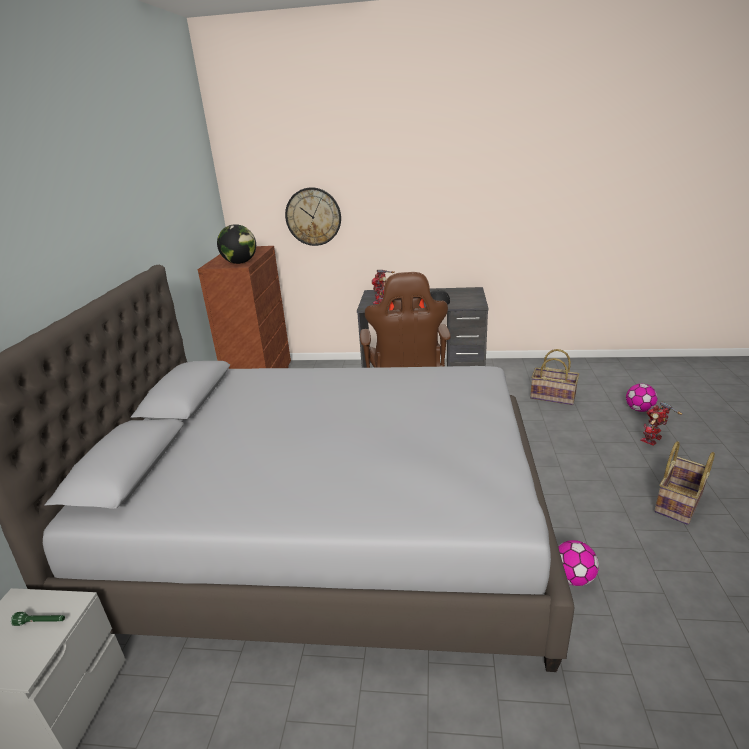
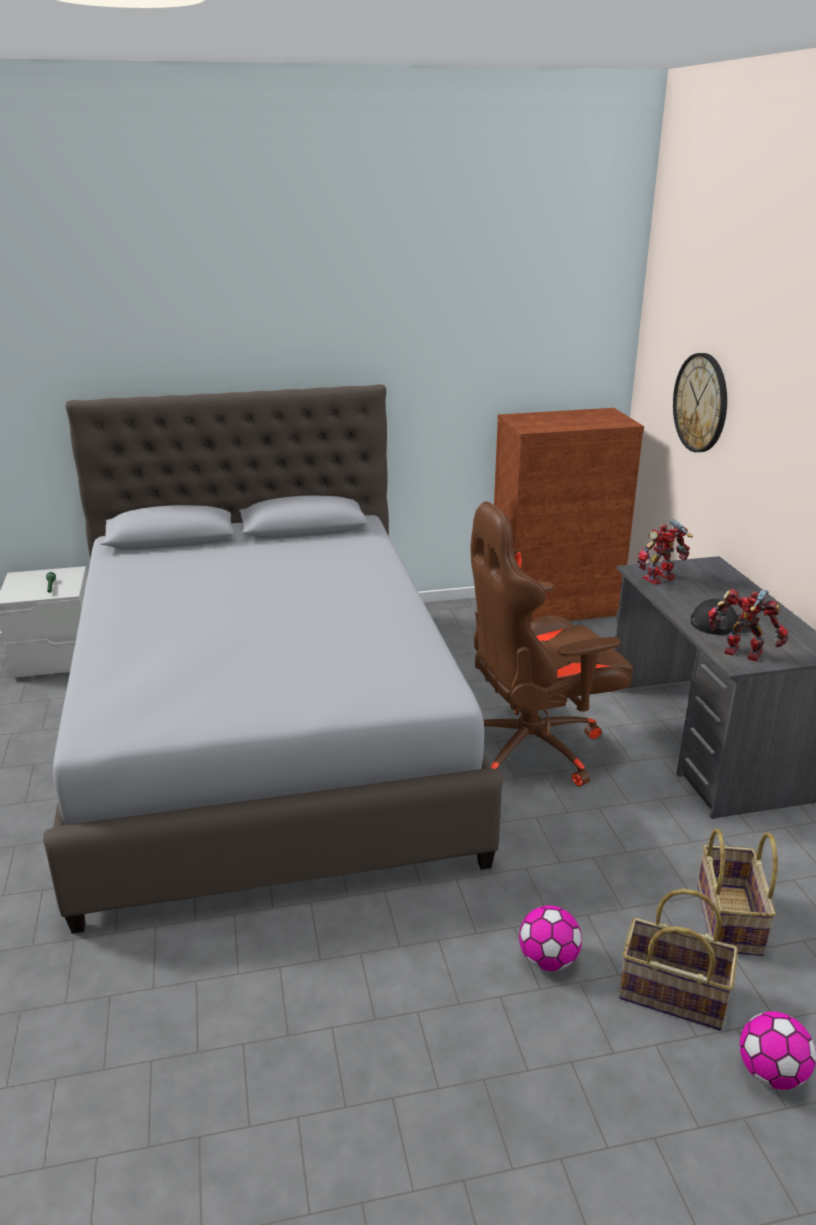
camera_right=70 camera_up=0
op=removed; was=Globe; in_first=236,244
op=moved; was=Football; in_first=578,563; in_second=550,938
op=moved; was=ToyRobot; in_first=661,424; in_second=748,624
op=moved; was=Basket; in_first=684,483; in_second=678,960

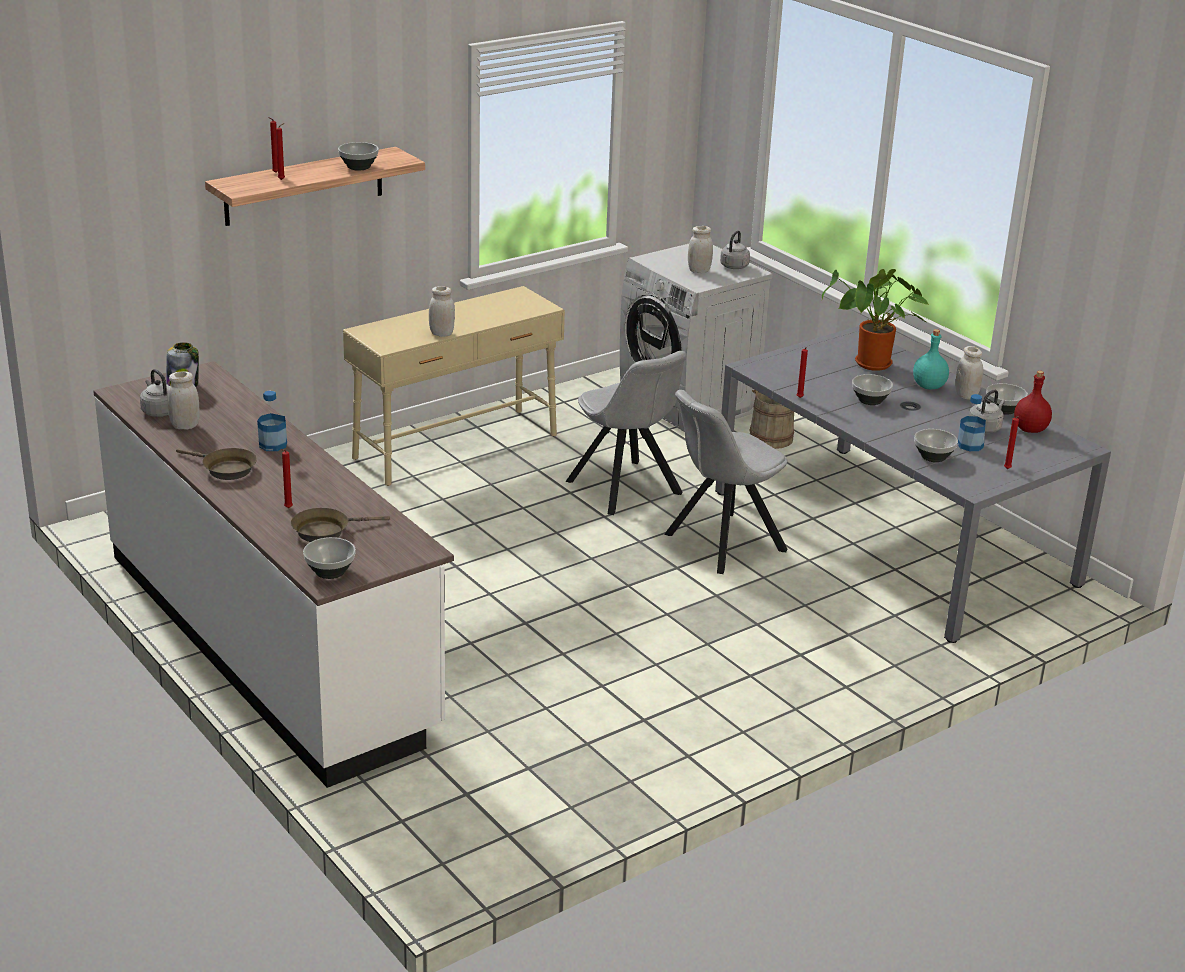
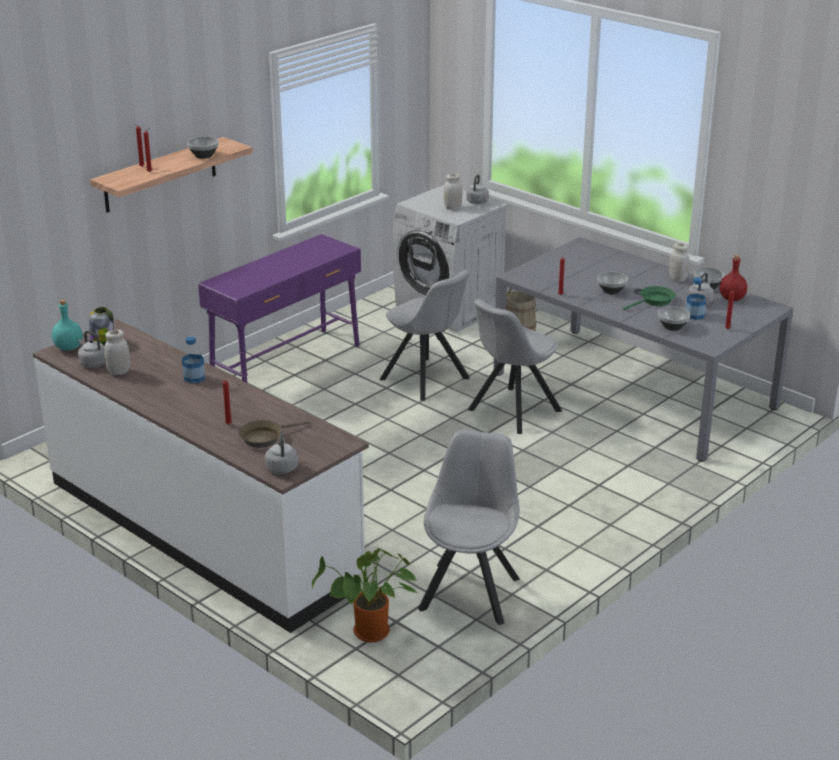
camera_right=-10 camera_up=0
op=removed; was=BrownFryingPan; in_first=216,464
op=removed; was=WhiteJar; in_first=442,311
op=added; now=GreyChair; in_second=469,527
op=added; now=GreenFryingPan; in_second=649,298
op=moved; was=PottedPlant; in_first=875,320; in_second=365,594
op=moved; was=TurquoiseBottle; in_first=931,359; in_second=67,325
op=replaced; was=Bowl; now=GreyKettle; in_first=329,558; in_second=281,452
op=recoloured; was=BeigeConsoleTable; now=PurpleConsoleTable; in_first=454,386; in_second=279,308

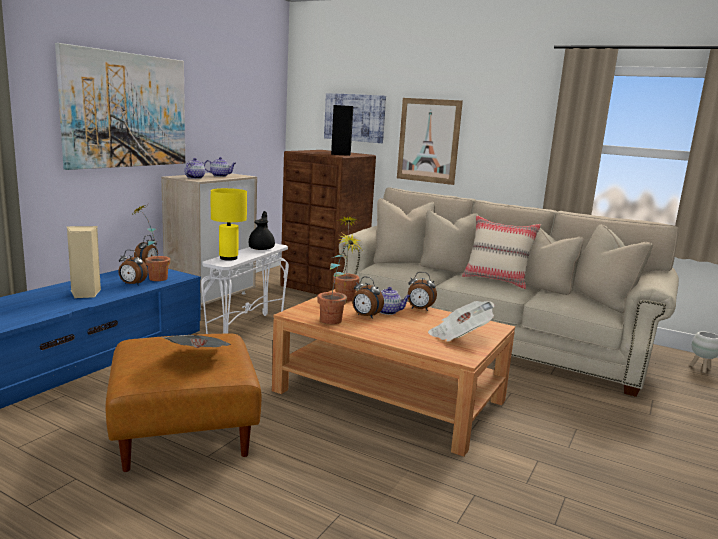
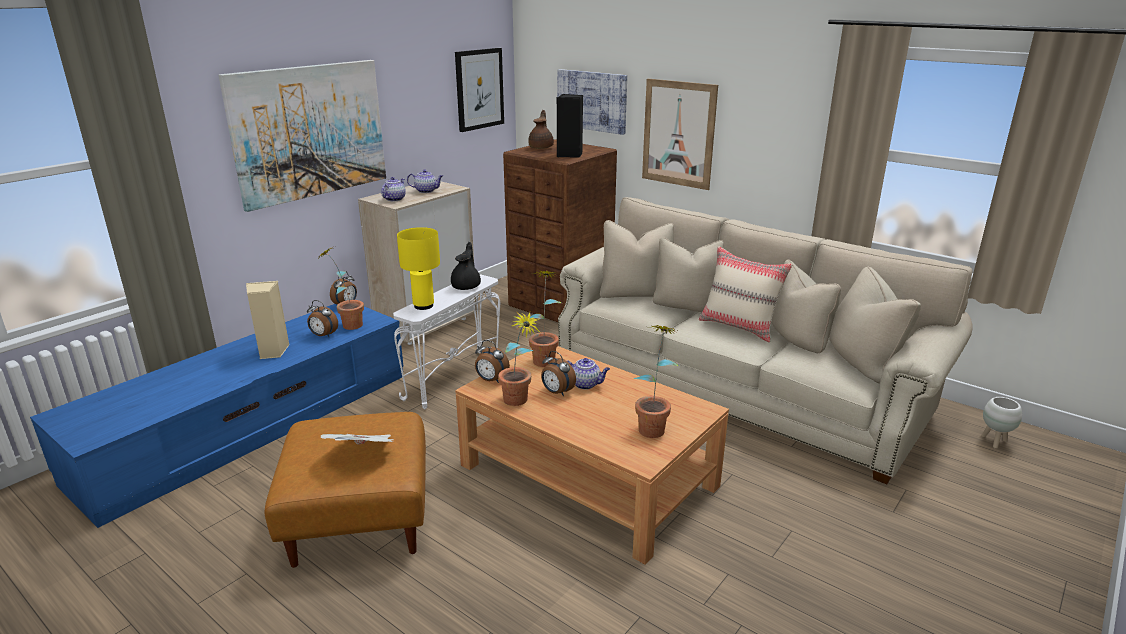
camera_right=10 camera_up=10
op=added; now=Picture; in_second=479,90
op=added; now=BrownTeapot; in_second=541,129
op=moved; was=AlarmClock; in_first=422,291; in_second=492,361
op=replaced; was=Newspaper; now=PottedPlant; in_first=462,321; in_second=656,381

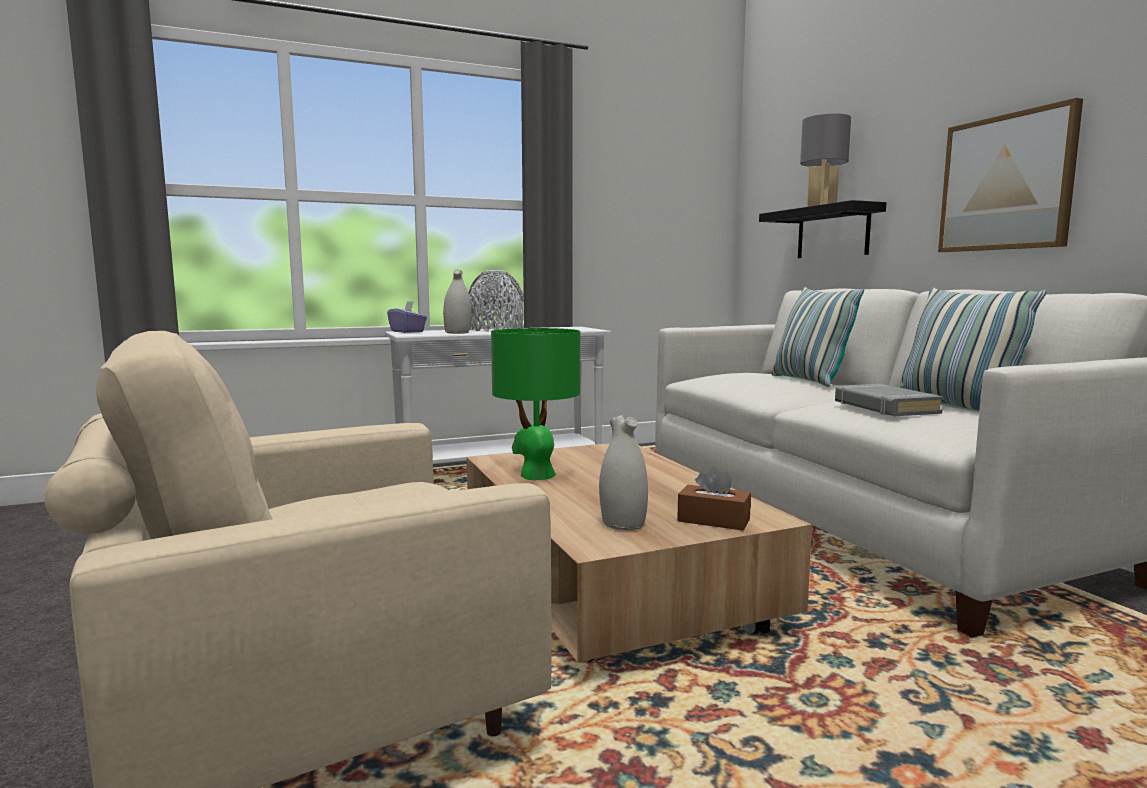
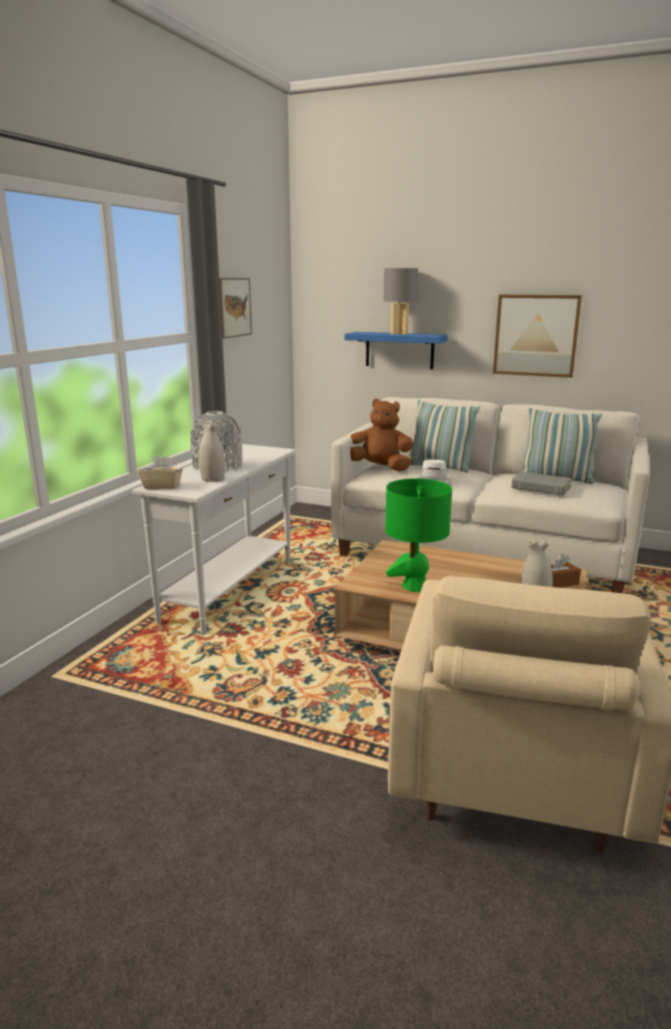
camera_right=-45 camera_up=10
op=added; now=Picture; in_second=235,308
op=added; now=BrownPlushToy; in_second=381,435
op=added; now=WhiteHat; in_second=433,470
op=recoloured; was=PurpleTissueBox; now=BeigeTissueBox; in_first=407,317; in_second=160,472
op=recoloured; was=BlackShelf; now=BlueShelf; in_first=822,229; in_second=395,350

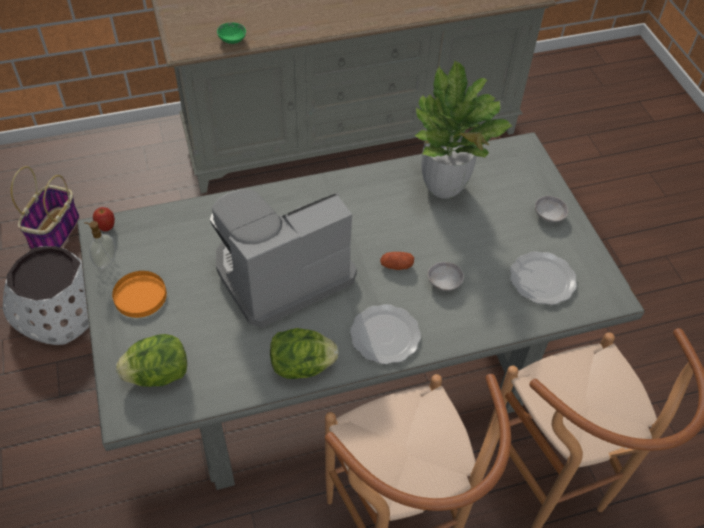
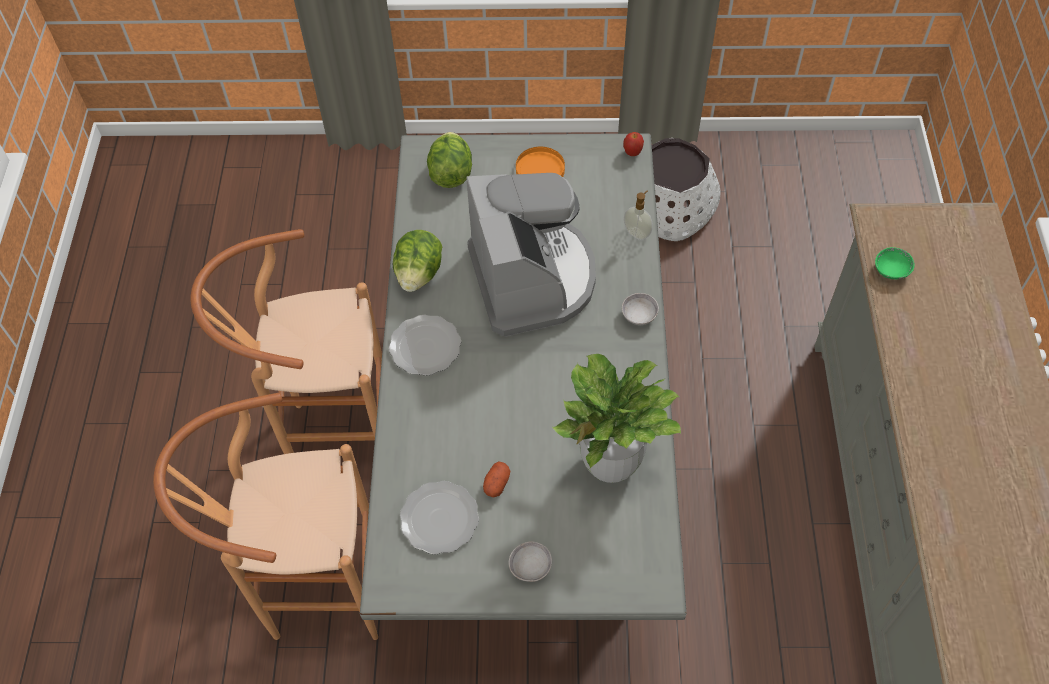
camera_right=110 camera_up=5
op=removed; was=Basket; in_first=45,208
op=moved; was=SoapDispenser; in_first=100,245; in_second=638,215
op=moved; was=Potato; in_first=397,261; in_second=496,480
op=moved; was=GreyBowl; in_first=445,276; in_second=640,309

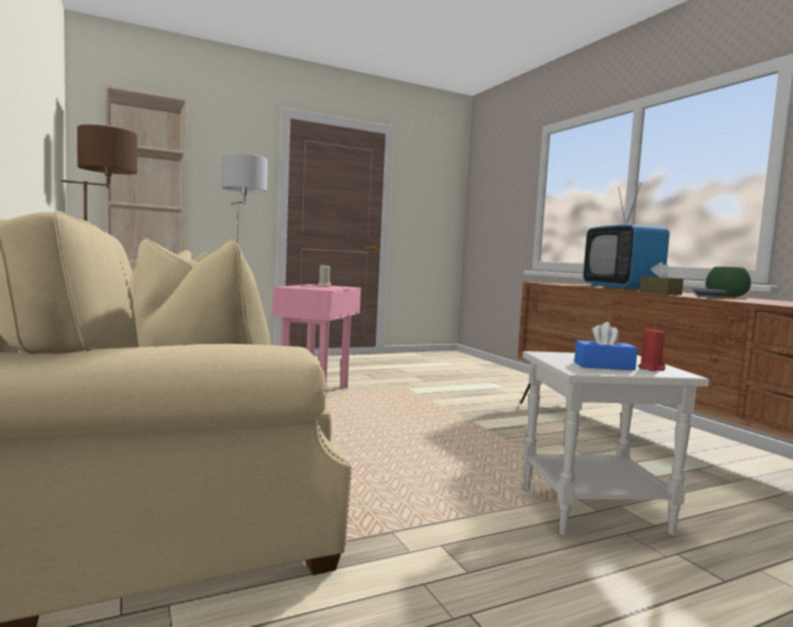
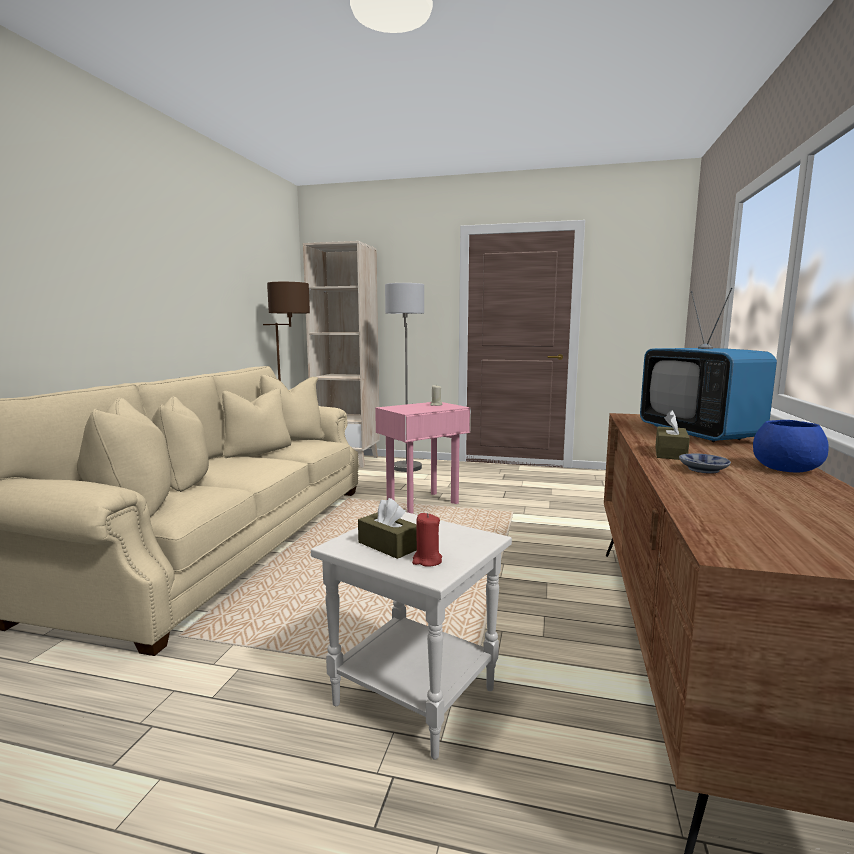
camera_right=40 camera_up=5
op=recoloured; was=BlueTissueBox; now=BrownTissueBox; in_first=606,346; in_second=387,528
op=recoloured; was=GreenBowl; now=BlueBowl; in_first=728,282; in_second=791,446
op=turned; was=Television; in_first=626,236; in_second=708,365; clockwise=-45

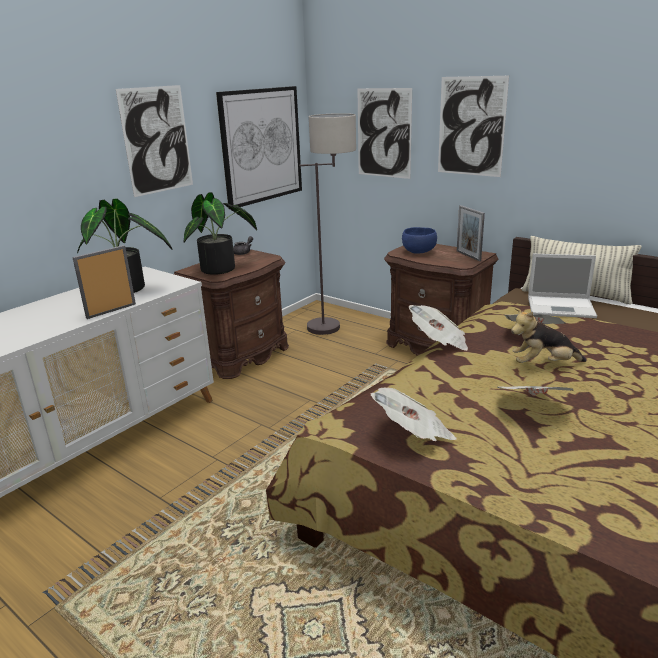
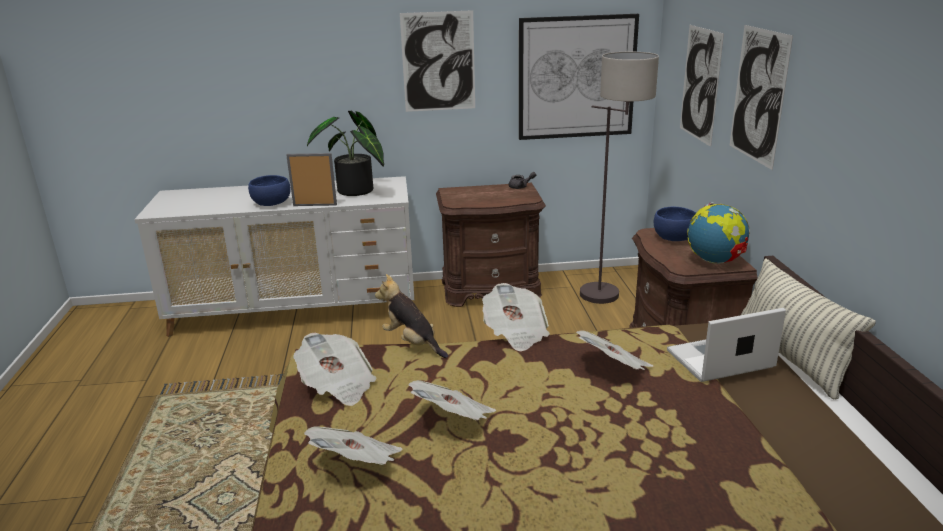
camera_right=45 camera_up=0
op=removed; was=PottedPlant; in_first=220,233
op=added; now=BlueBowl; in_second=269,190
op=added; now=Newspaper; in_second=353,445
op=moved; was=PlushToy; in_first=549,335; in_second=411,316
op=replaced; was=PictureFrame; now=Globe; in_first=471,233; in_second=718,233
op=turned; was=Laptop; in_first=562,286; in_second=726,345; clockwise=105

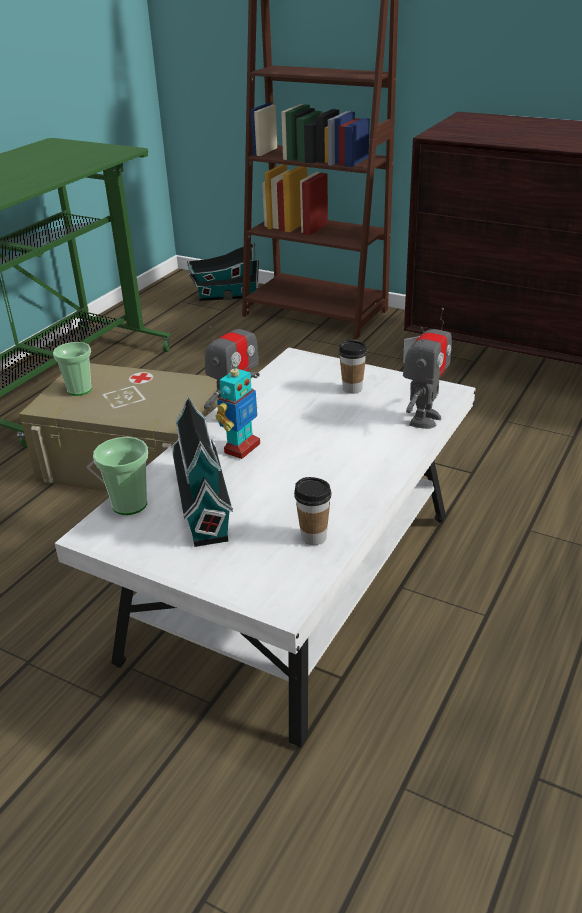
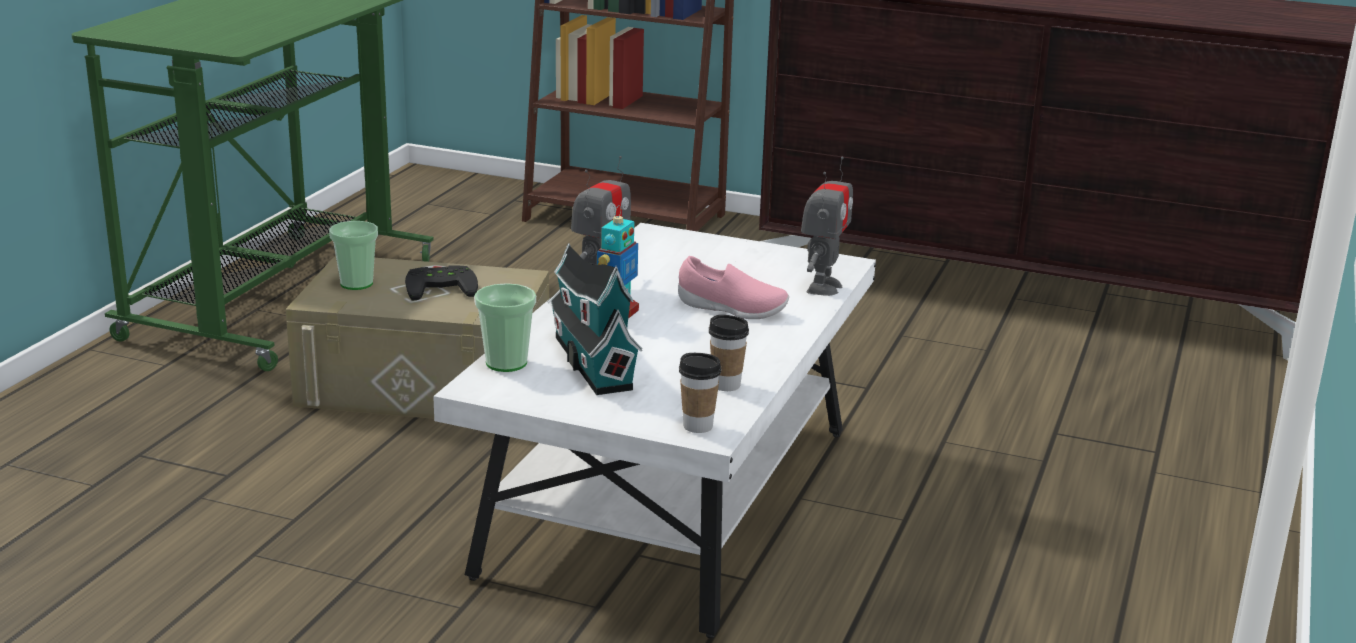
camera_right=-10 camera_up=-10
op=removed; was=ToyHouse; in_first=223,271
op=added; now=BlackGameController; in_second=441,283
op=added; now=PinkShoe; in_second=733,287
op=moved; was=Cup; in_first=353,367; in_second=700,393

